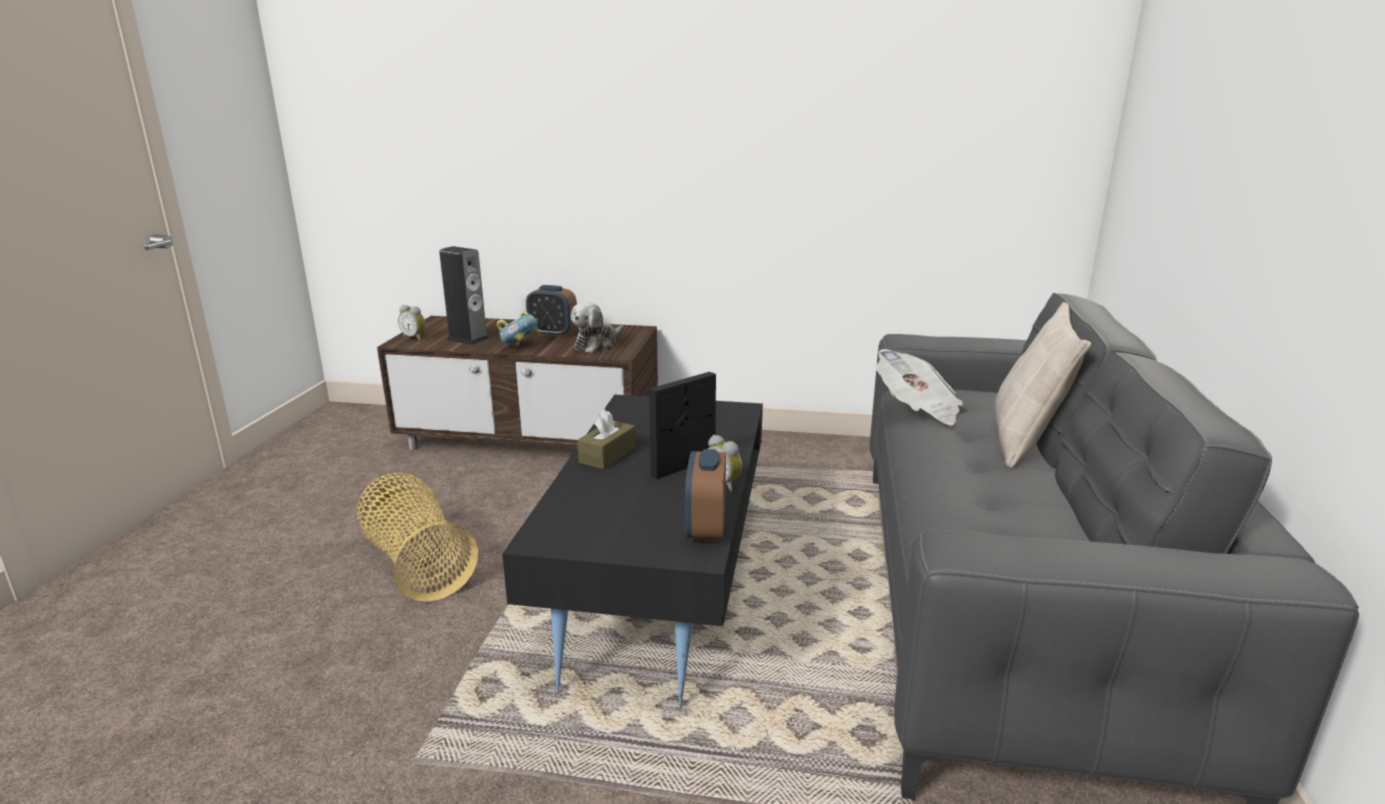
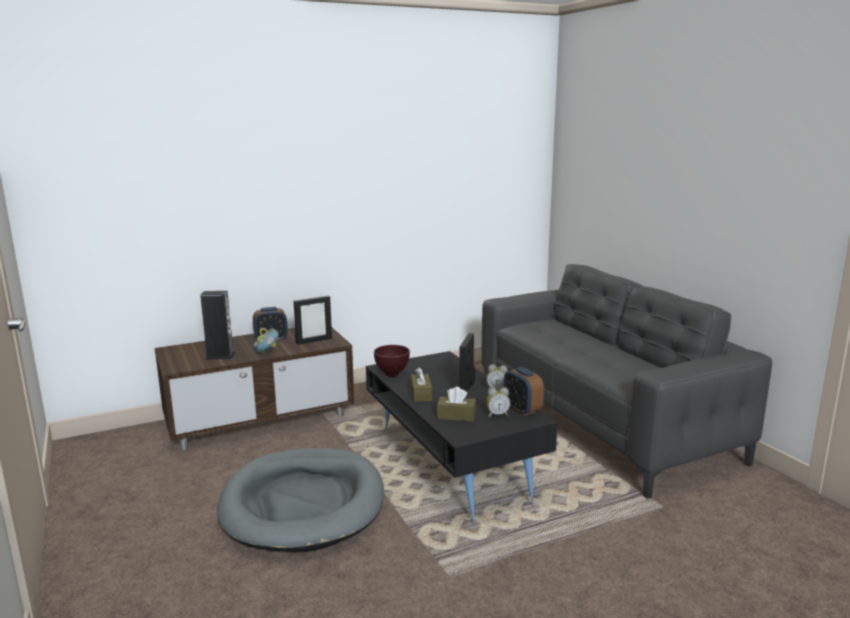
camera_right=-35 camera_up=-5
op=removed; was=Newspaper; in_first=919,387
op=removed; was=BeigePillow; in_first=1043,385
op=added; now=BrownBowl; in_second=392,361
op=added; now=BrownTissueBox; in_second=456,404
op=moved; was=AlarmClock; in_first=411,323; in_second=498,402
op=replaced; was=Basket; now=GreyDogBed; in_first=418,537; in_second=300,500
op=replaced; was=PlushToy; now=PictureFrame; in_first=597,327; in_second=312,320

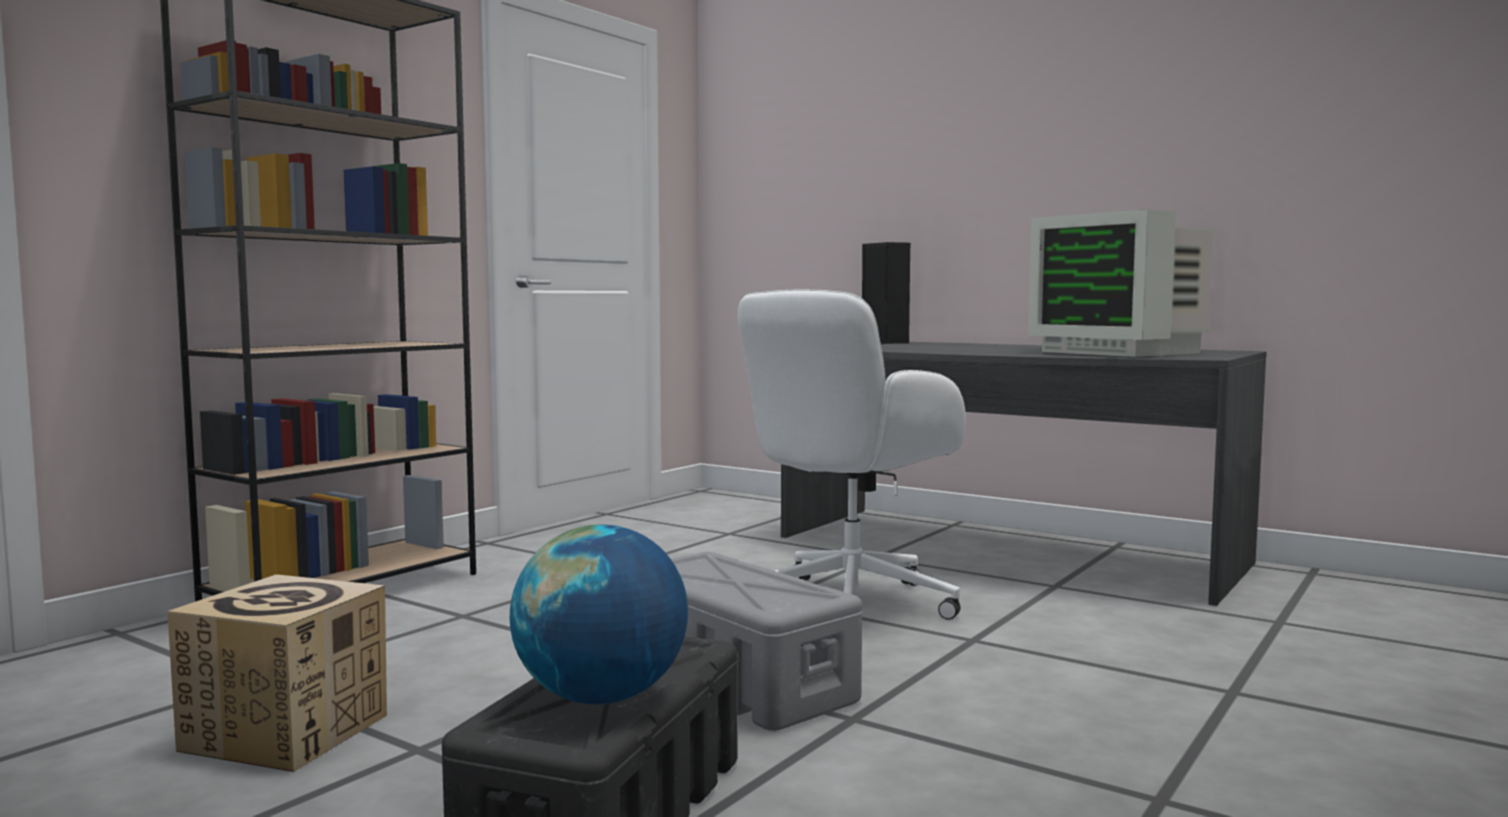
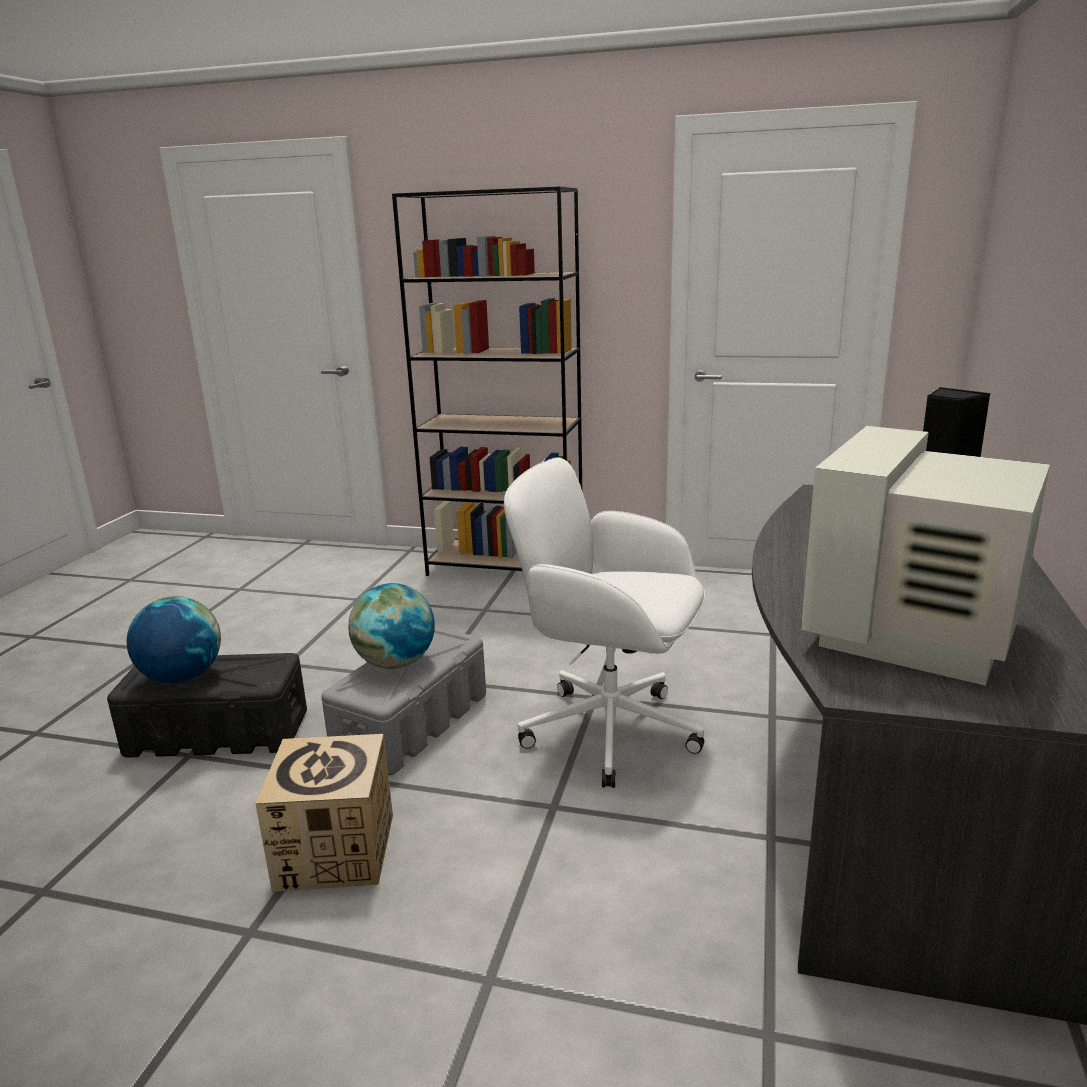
camera_right=70 camera_up=15
op=added; now=Globe; in_second=391,626
op=moved; was=CardboardBox; in_first=277,673; in_second=324,813

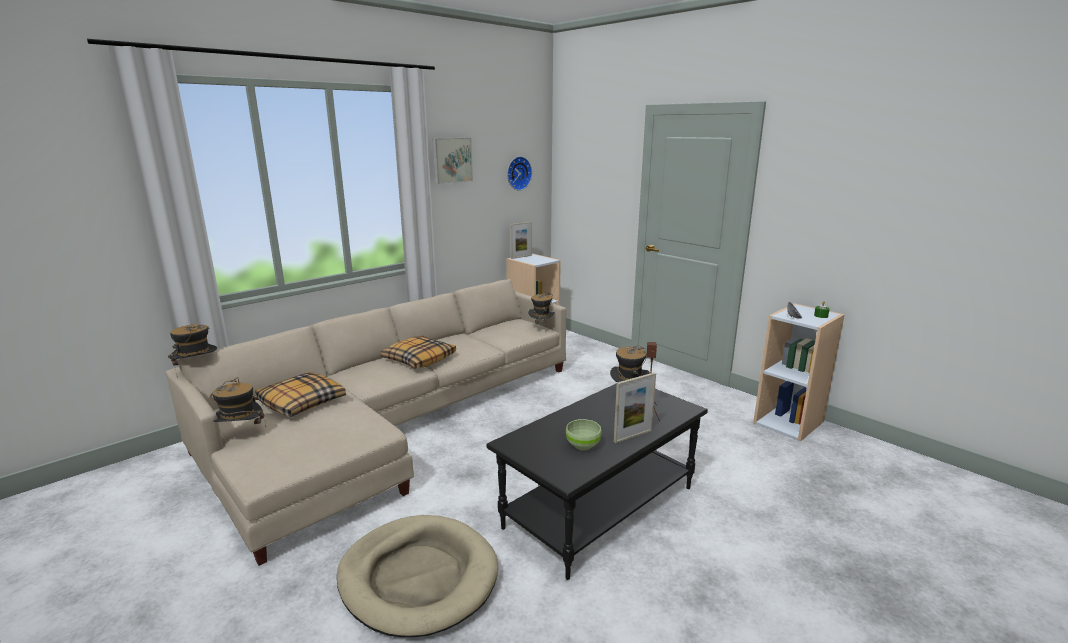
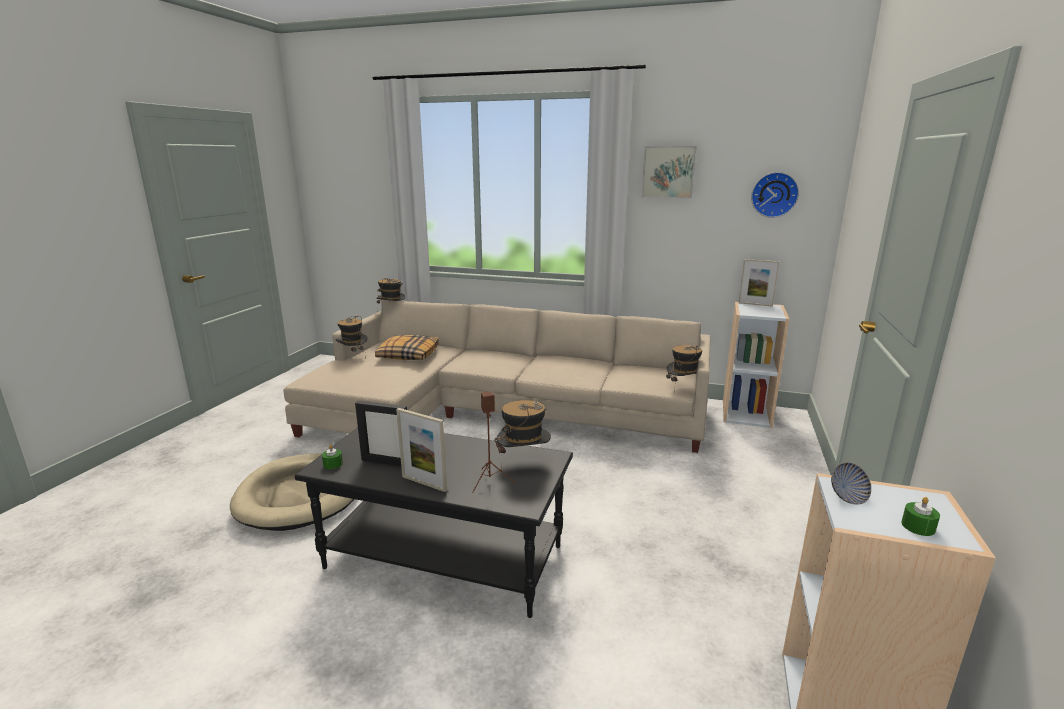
camera_right=60 camera_up=0
op=removed; was=Pillow; in_first=418,352
op=added; now=GreenCandle; in_second=332,456
op=replaced; was=GreenBowl; now=PictureFrame; in_first=584,435; in_second=381,433

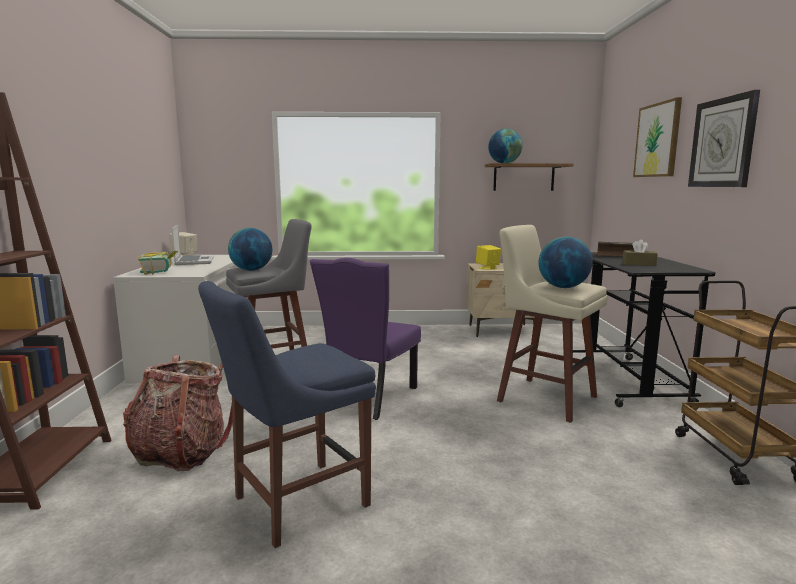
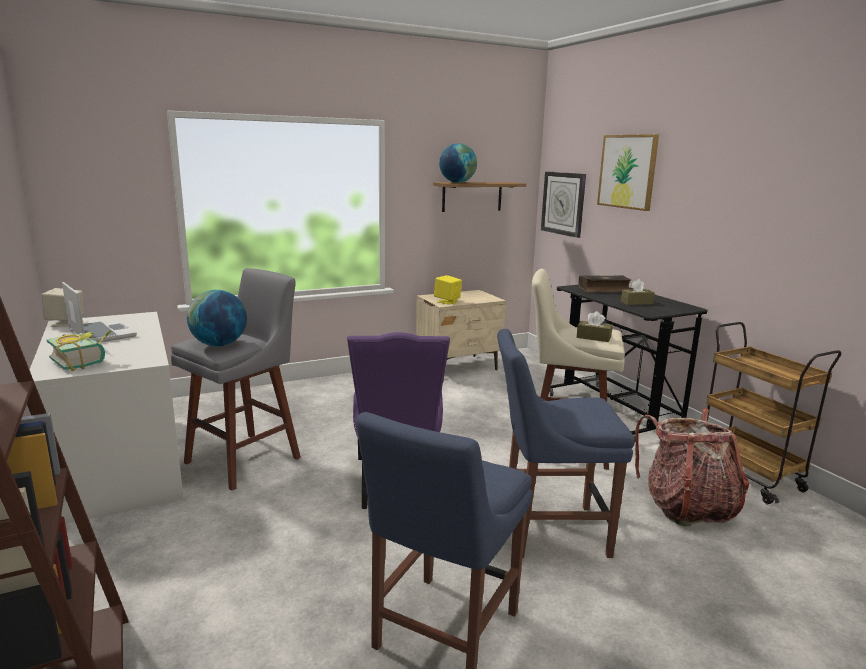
camera_right=-25 camera_up=5
op=added; now=BlueChair; in_second=566,443
op=moved; was=Backpack; in_first=178,413; in_second=692,467
op=moved; was=WallClock; in_first=724,138; in_second=563,204
op=replaced; was=Globe; now=BrownTissueBox; in_first=566,262; in_second=594,326

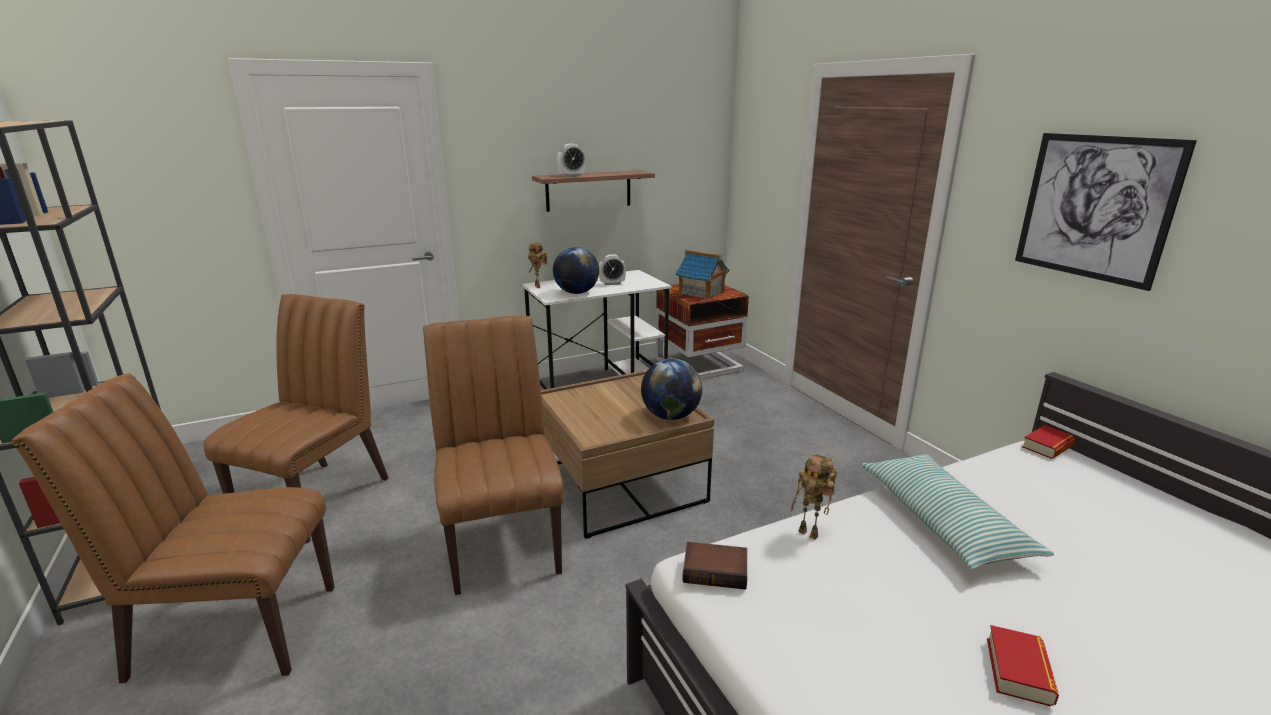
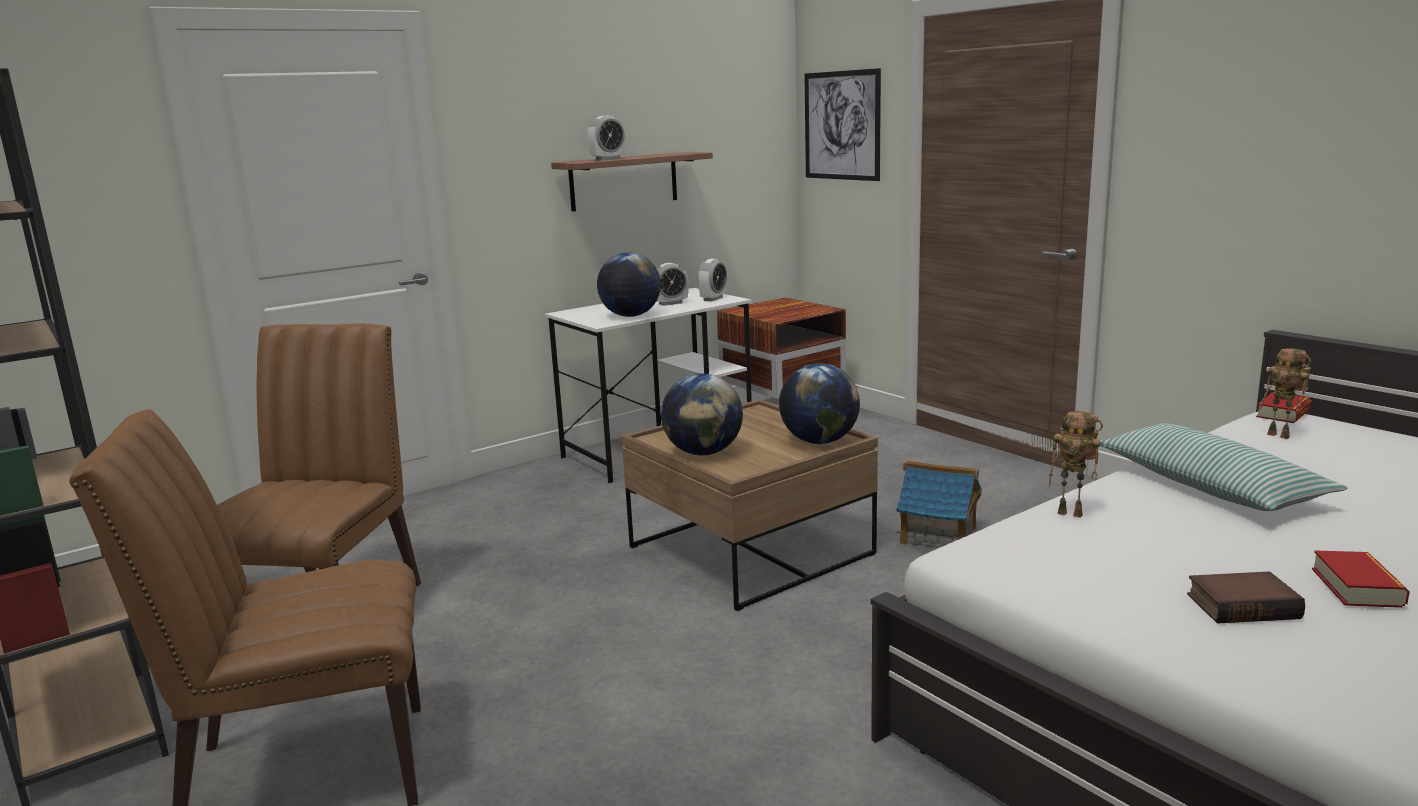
camera_right=-10 camera_up=-5
op=removed; was=BrownChair; in_first=493,455
op=added; now=Globe; in_second=702,414
op=added; now=AlarmClock; in_second=712,280
op=moved; was=ToyRobot; in_first=538,265; in_second=1285,393
op=moved; was=ToyHouse; in_first=702,275; in_second=939,504
op=moved; was=Book; in_first=714,566; in_second=1246,597
op=moved; was=Picture; in_first=1106,212; in_second=842,124

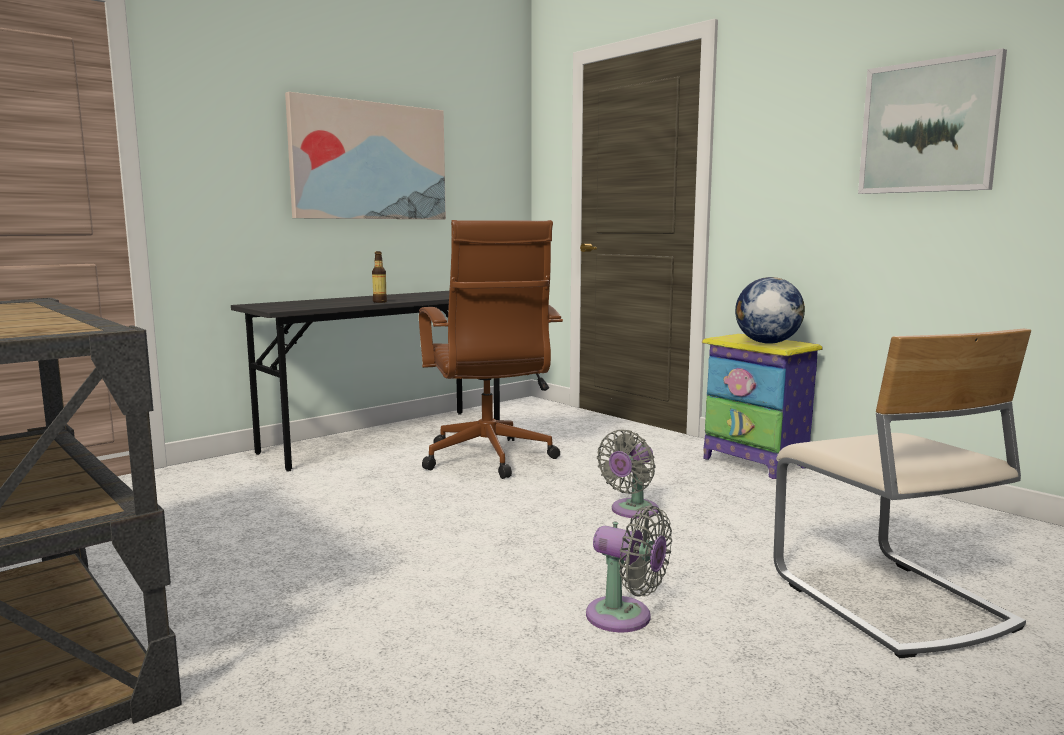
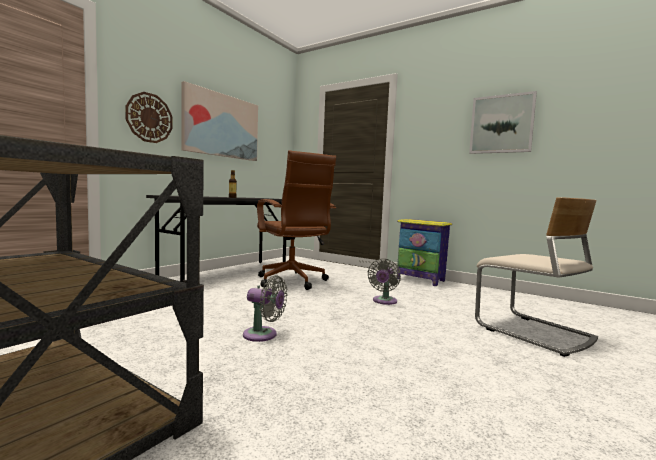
camera_right=-15 camera_up=-5
op=removed; was=Globe; in_first=770,310
op=added; now=WallClock; in_second=148,117
op=moved; was=GreyFan; in_first=629,568; in_second=265,308

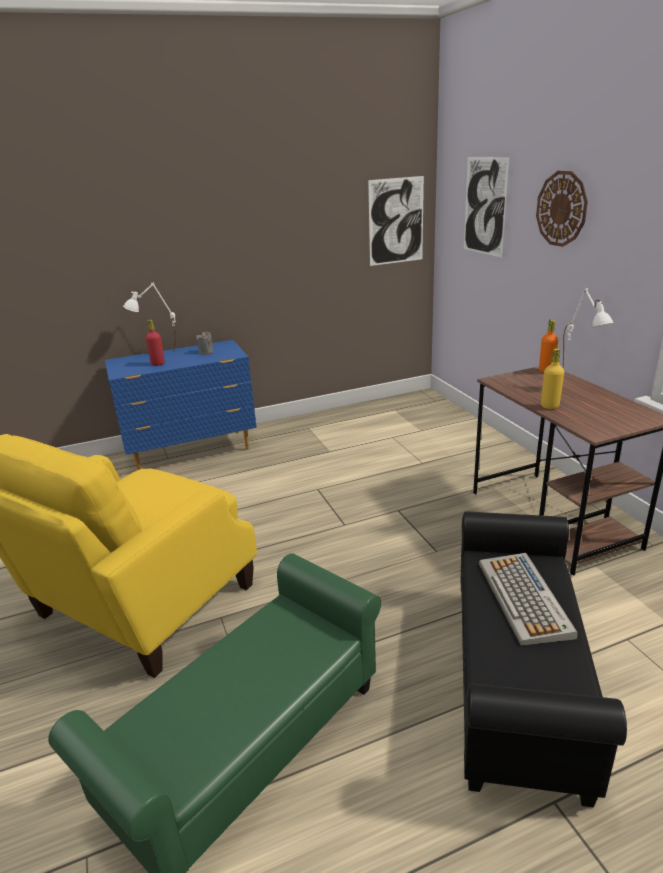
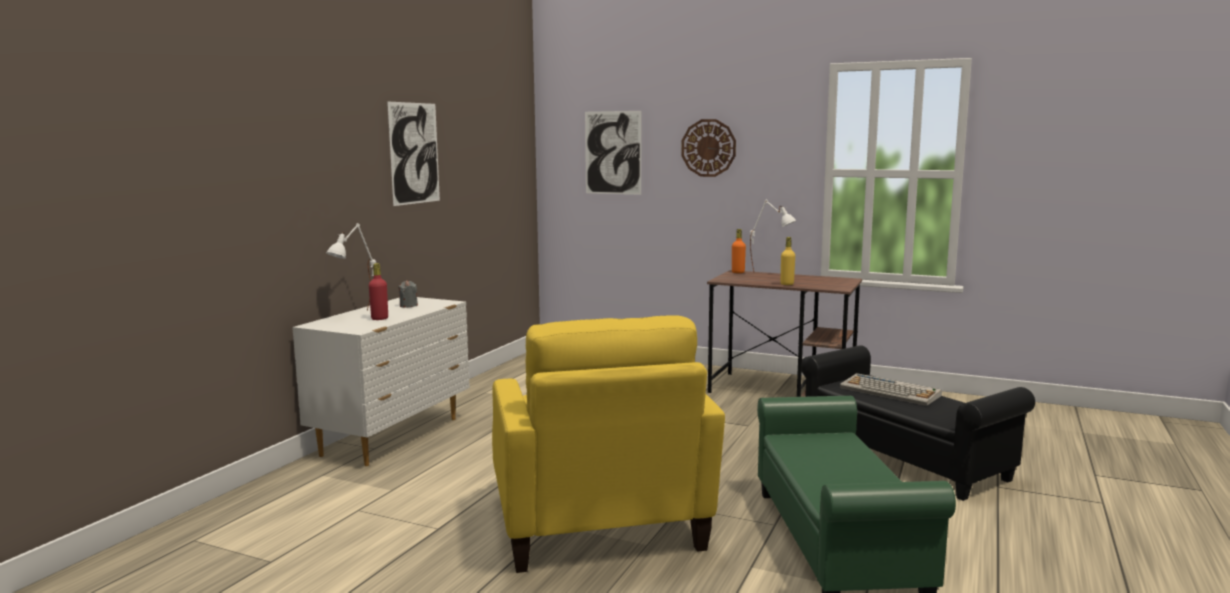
camera_right=-45 camera_up=-15
op=moved; was=Picture; in_first=396,221; in_second=413,153
op=recoloured; was=BlueDresser; now=WhiteDresser; in_first=181,405; in_second=381,381

